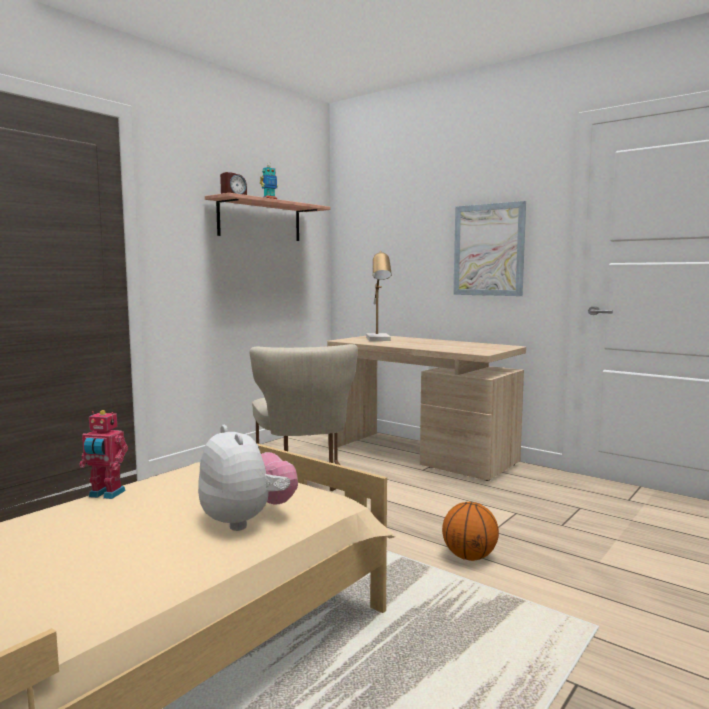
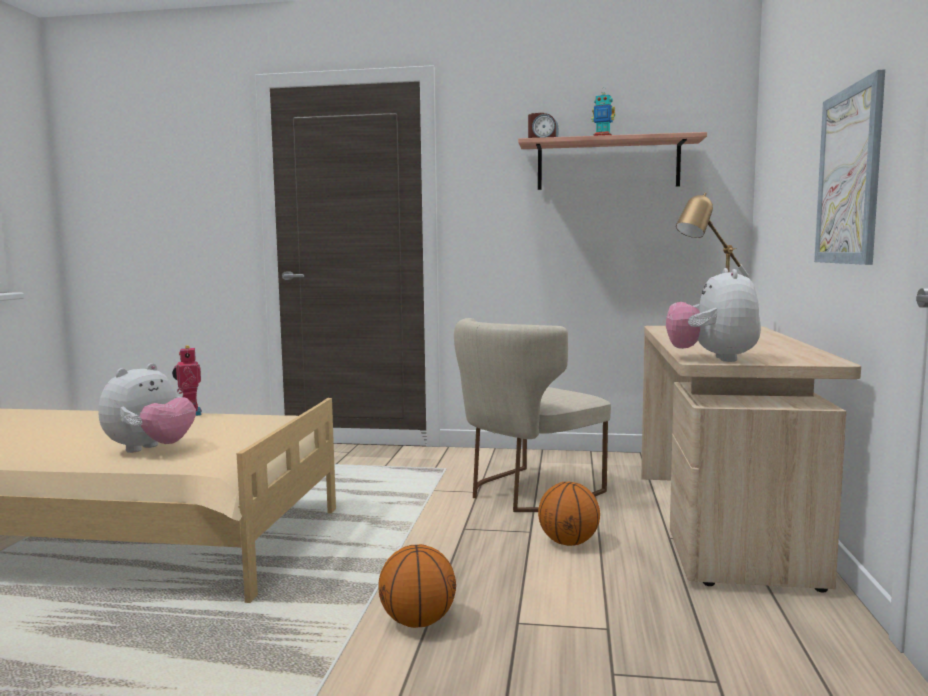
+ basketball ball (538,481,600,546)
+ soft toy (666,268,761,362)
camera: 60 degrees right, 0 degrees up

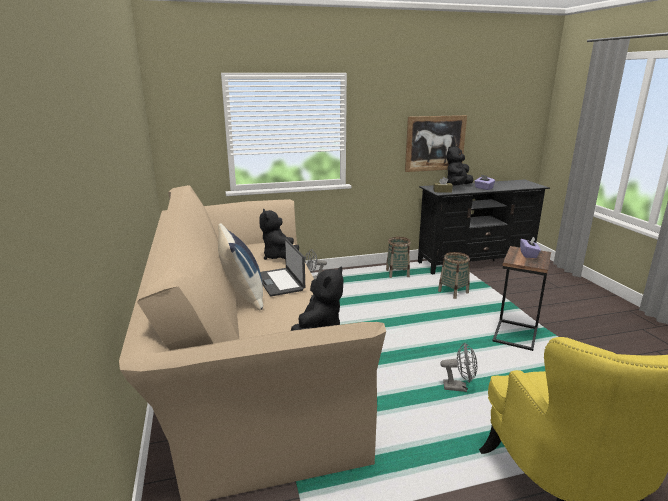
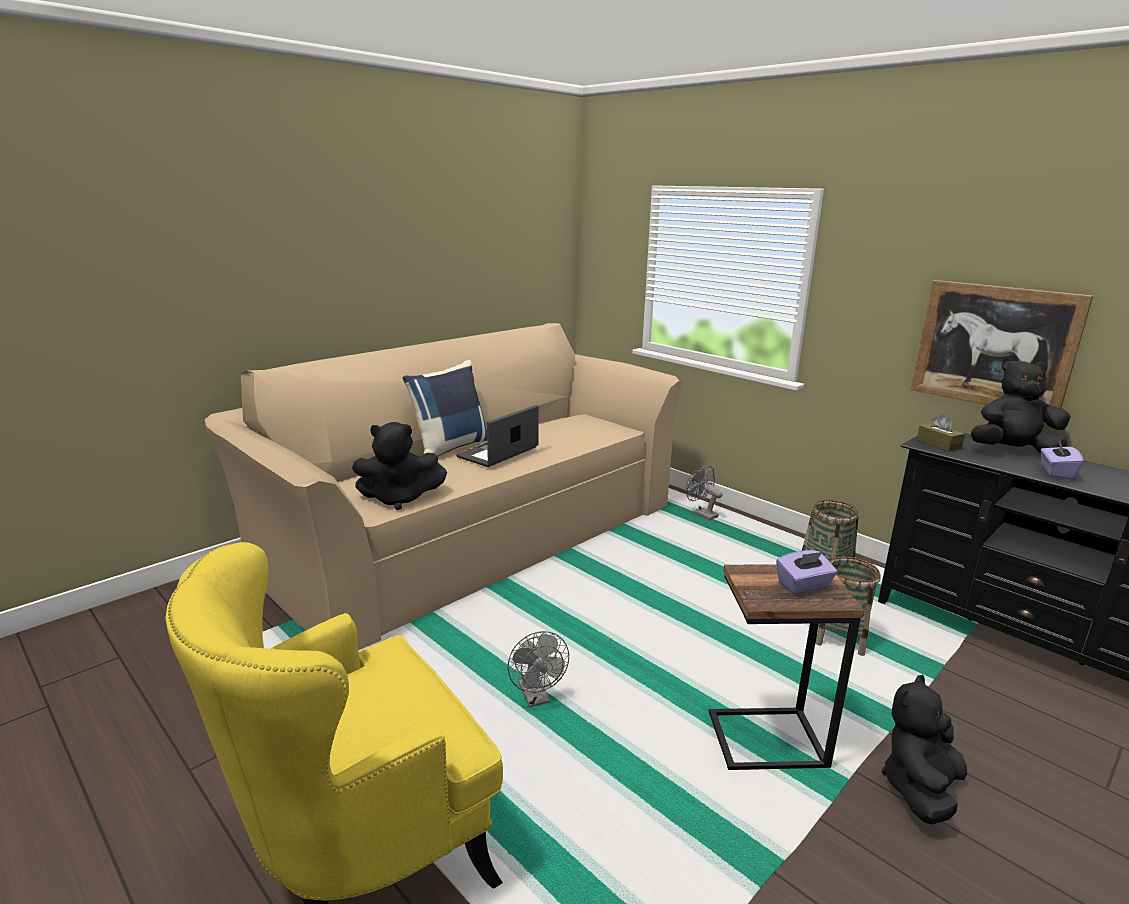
~ blackish soft toy (259,209,299,260) to (882,675,967,824)
camera: 60 degrees right, 0 degrees up

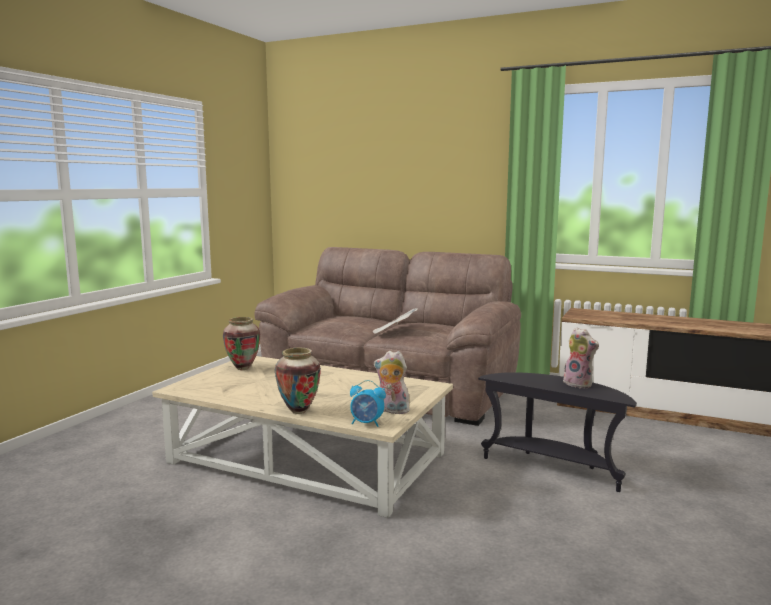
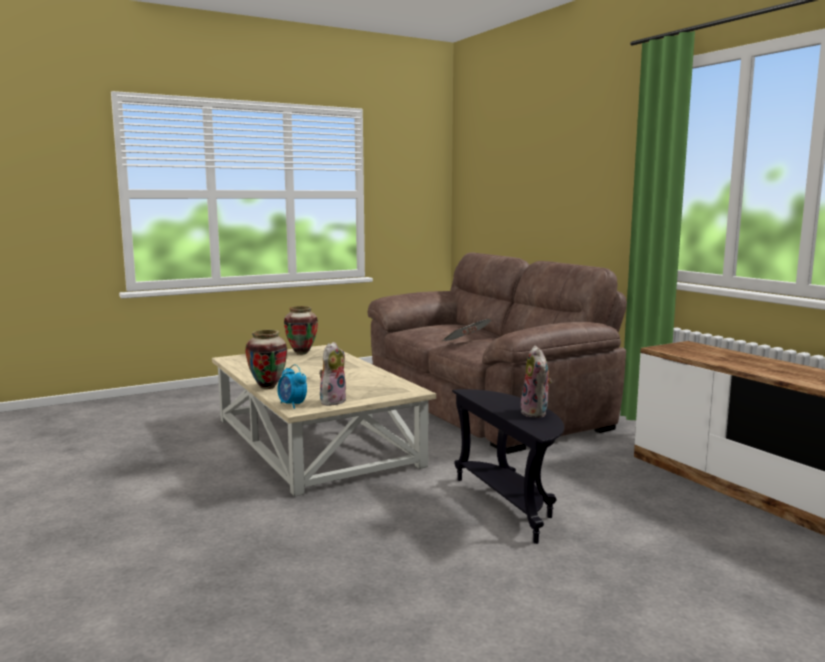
~ soft toy (374,351,410,414) = (319,342,347,406) 60 degrees clockwise
camera: 35 degrees right, 0 degrees up

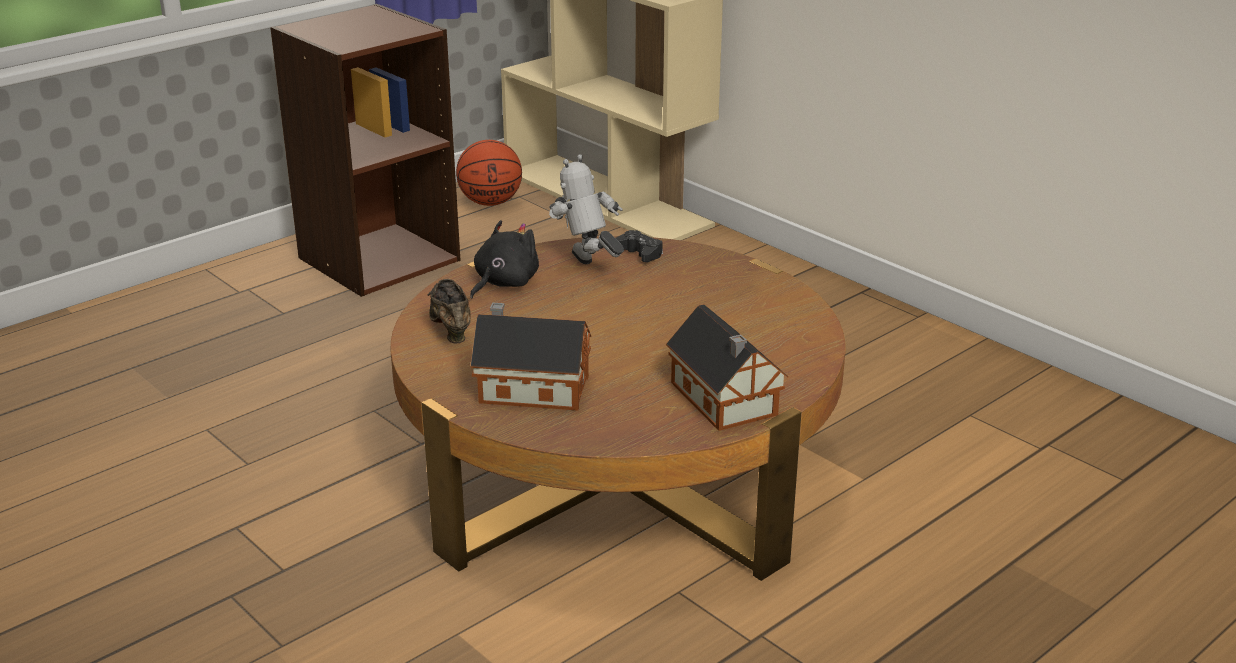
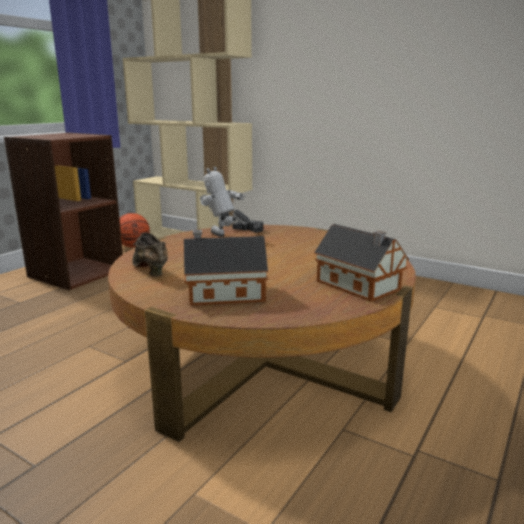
- blackish soft toy (470,220,539,299)
camera: 15 degrees left, 10 degrees down

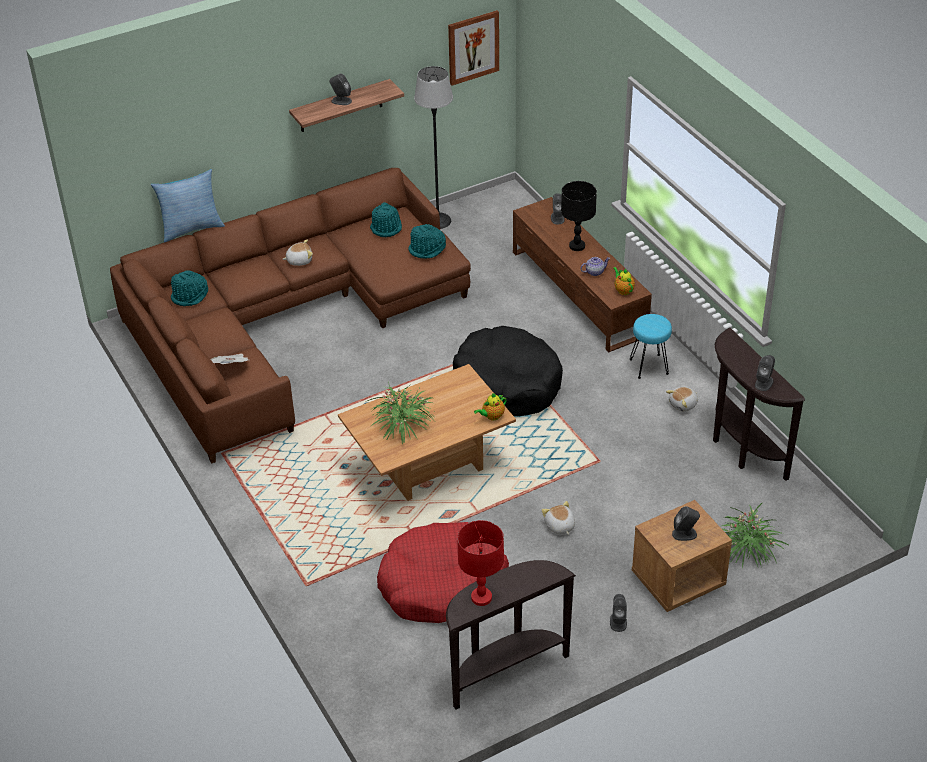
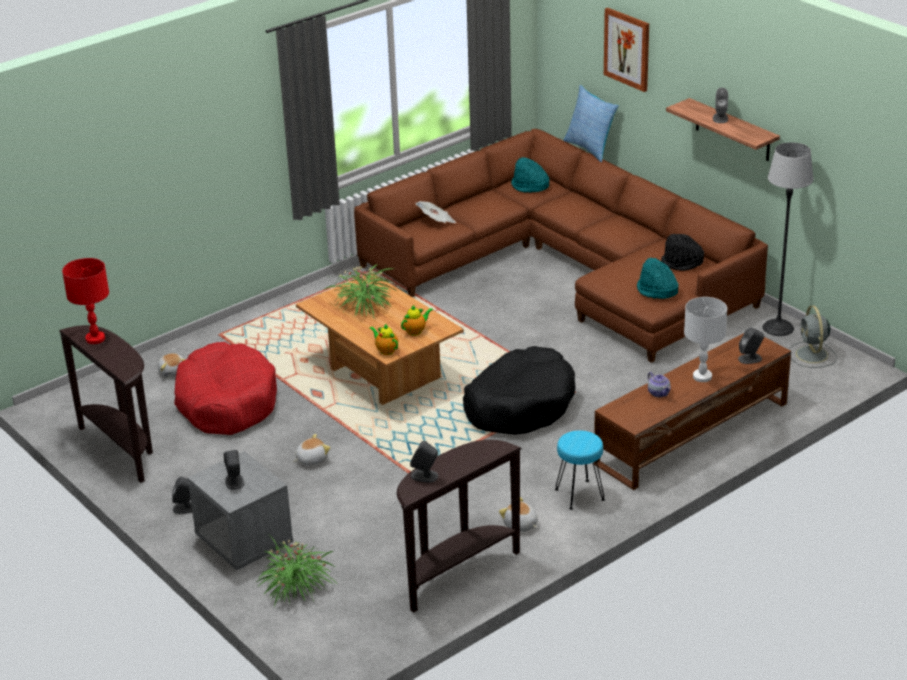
~ soft toy (283,239,313,266) to (158,353,186,377)
~ brown bedside table (632,500,732,612) to greyish bedside table (188,451,293,570)
~ teapot (613,267,635,295) to (401,305,433,336)
~ picture (448,10,499,86) to (604,8,649,92)
~ blue-green wearable hat (370,202,402,237) to blackish wearable hat (661,234,704,271)
~ blackish tabletop lamp (561,181,597,251) to whitish tabletop lamp (684,297,727,382)
+ greyish electric fan (789,306,837,368)
camera: 80 degrees right, 10 degrees down

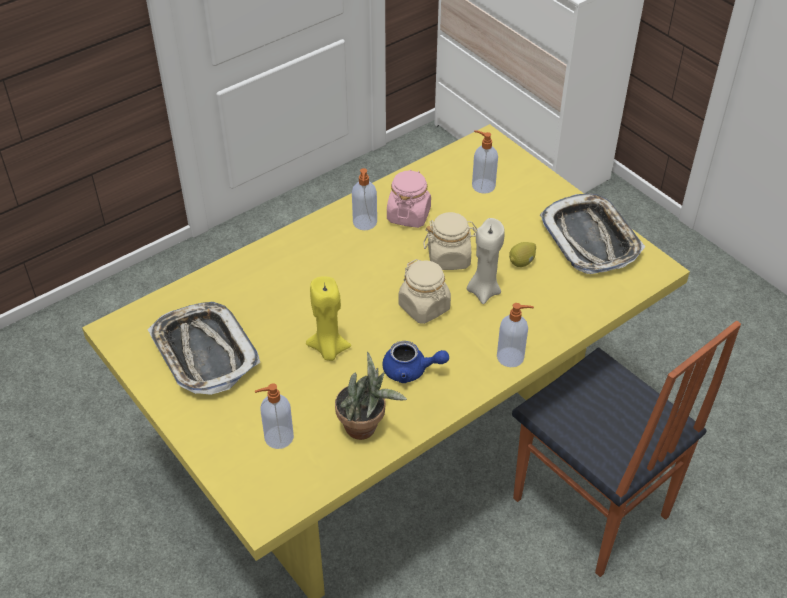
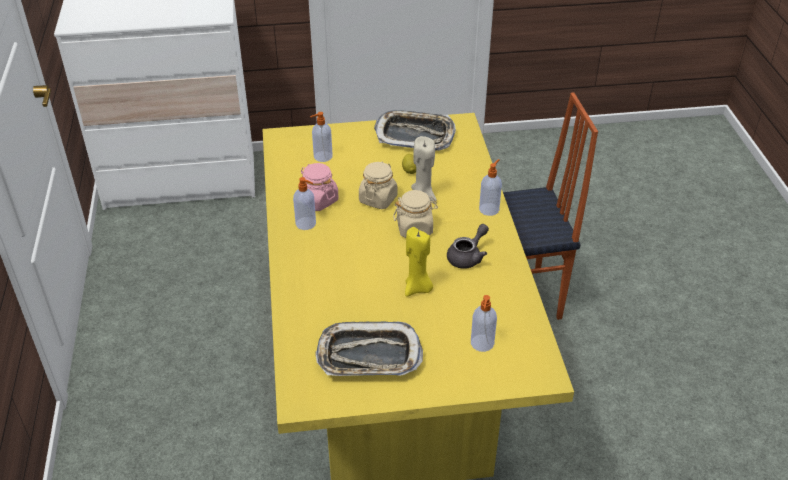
~ blue teapot (382,341,449,383) to greyish teapot (447,224,489,269)
- plant in a pot (335,351,407,440)
camera: 60 degrees left, 5 degrees down

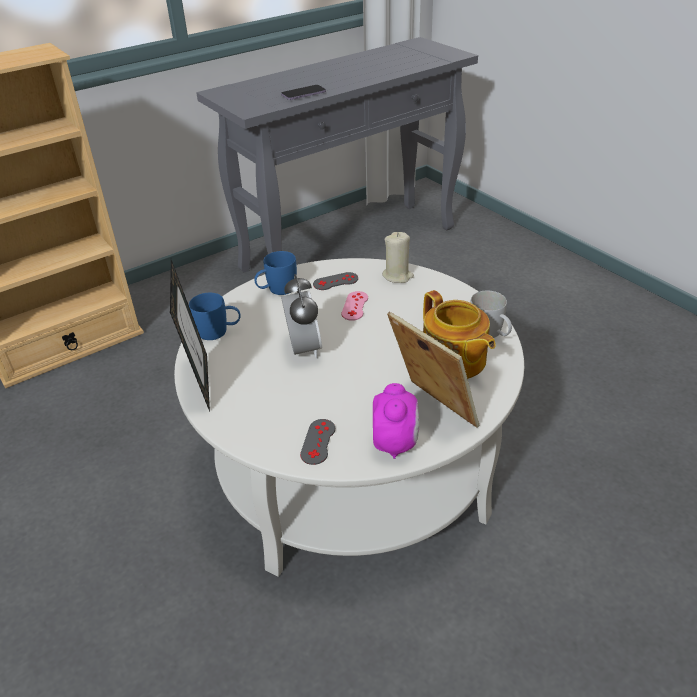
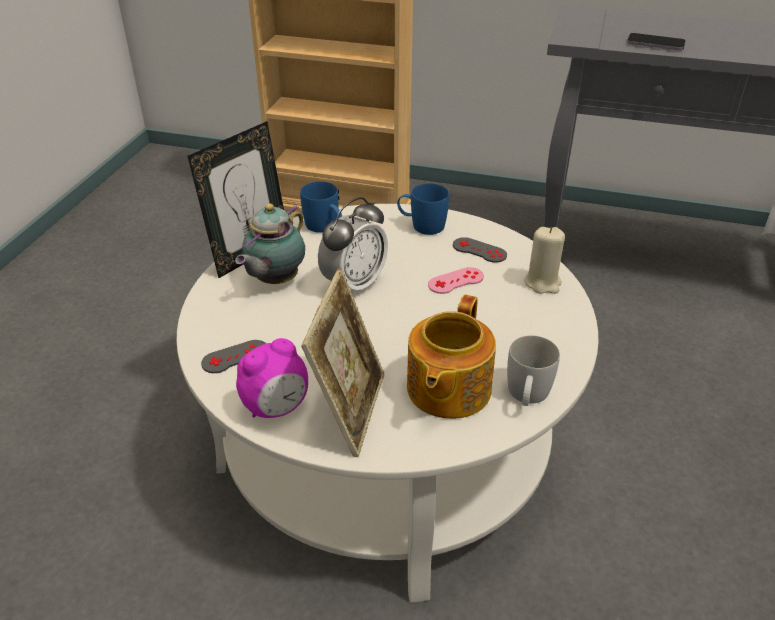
+ teapot (235,204,305,284)
camera: 50 degrees right, 0 degrees up

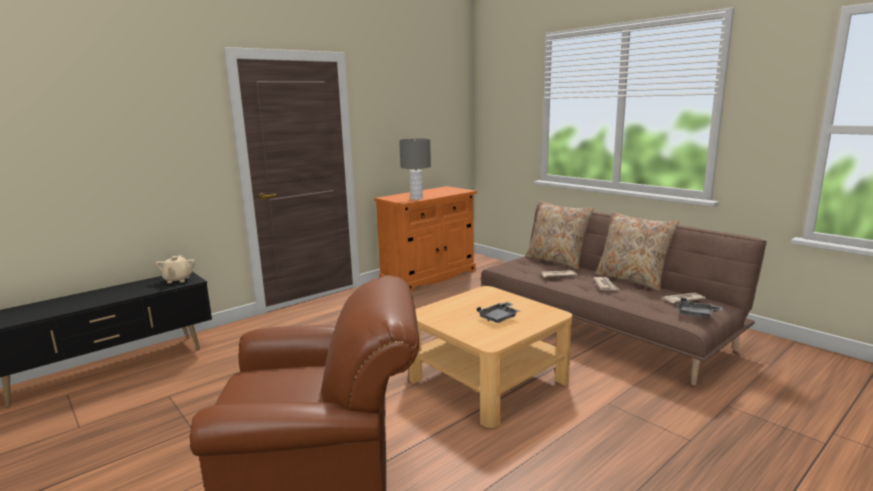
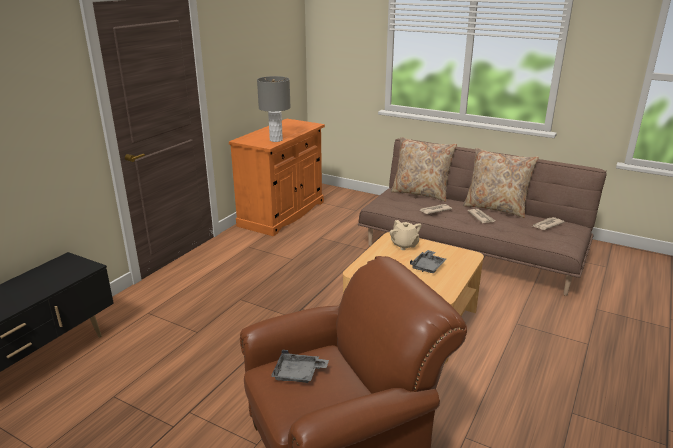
~ greyish serving tray (677,298,723,318) to (271,350,329,383)
~ sand-coloured teapot (155,255,195,283) to (390,220,421,250)
camera: 20 degrees left, 10 degrees up

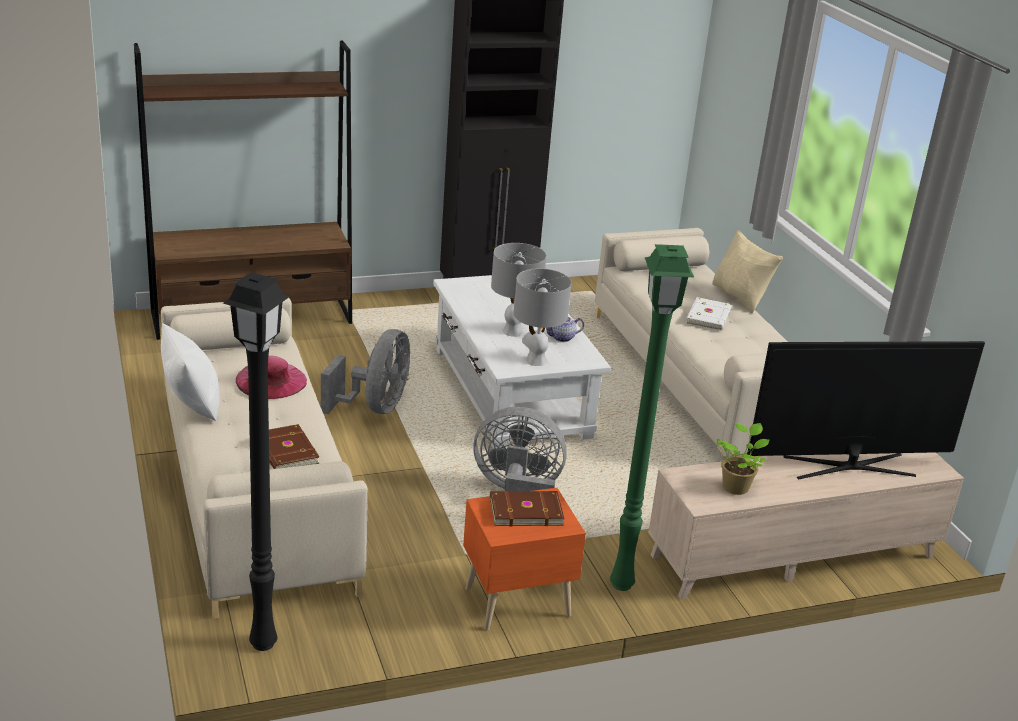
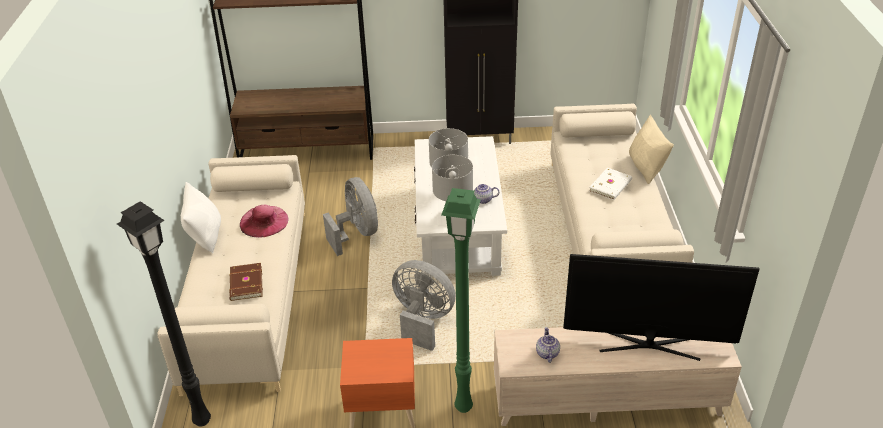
~ greyish electric fan (321,329,410,414) = (323,177,378,256) 60 degrees counterclockwise
~ plant in a pot (716,423,769,495) to teapot (536,327,560,363)
- brown bound book (490,491,564,527)
camera: 20 degrees right, 10 degrees up

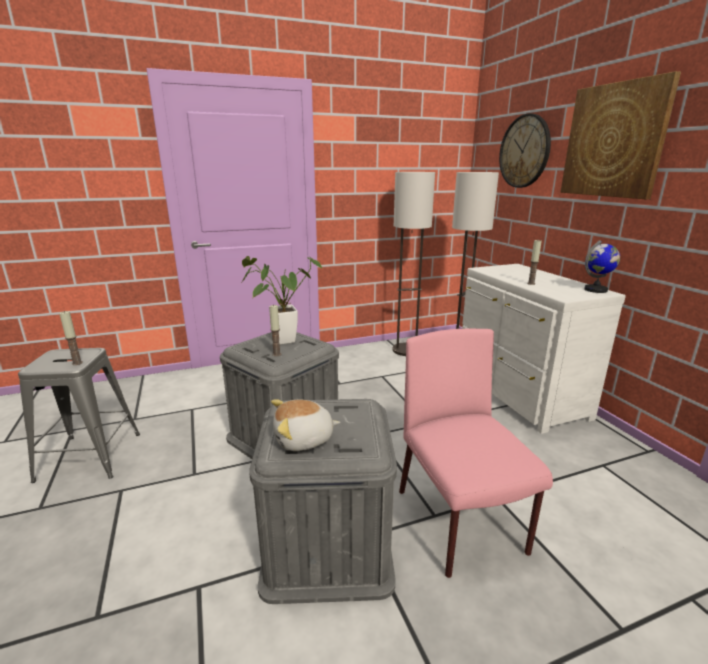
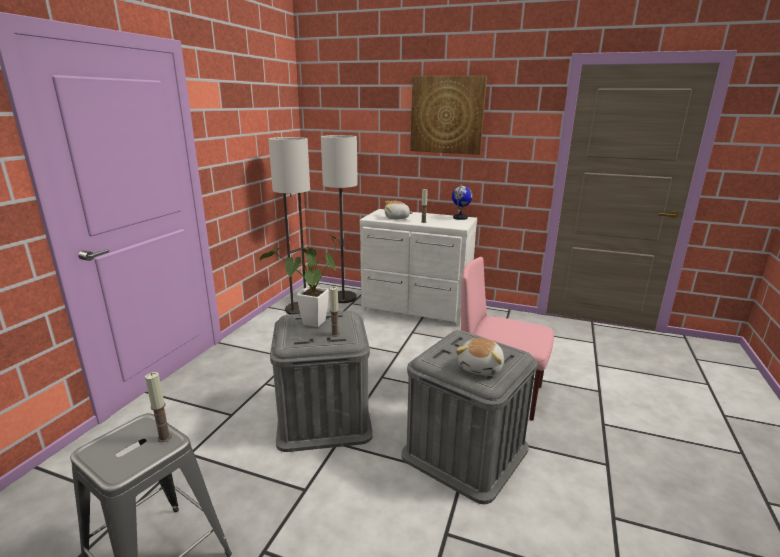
+ soft toy (385,201,413,219)
- hanging clock (499,114,551,188)
camera: 50 degrees left, 0 degrees up

